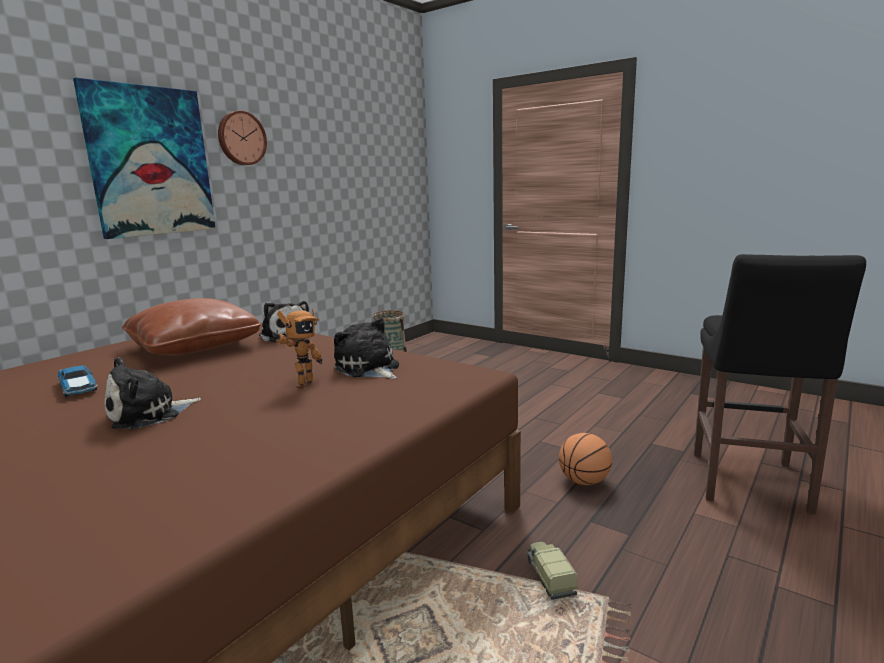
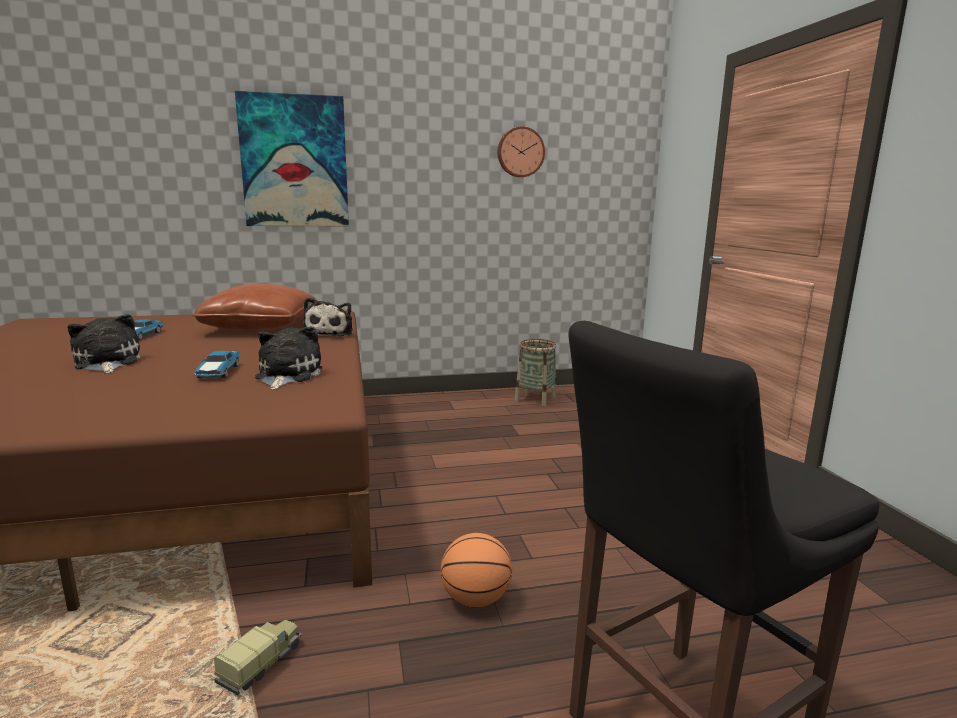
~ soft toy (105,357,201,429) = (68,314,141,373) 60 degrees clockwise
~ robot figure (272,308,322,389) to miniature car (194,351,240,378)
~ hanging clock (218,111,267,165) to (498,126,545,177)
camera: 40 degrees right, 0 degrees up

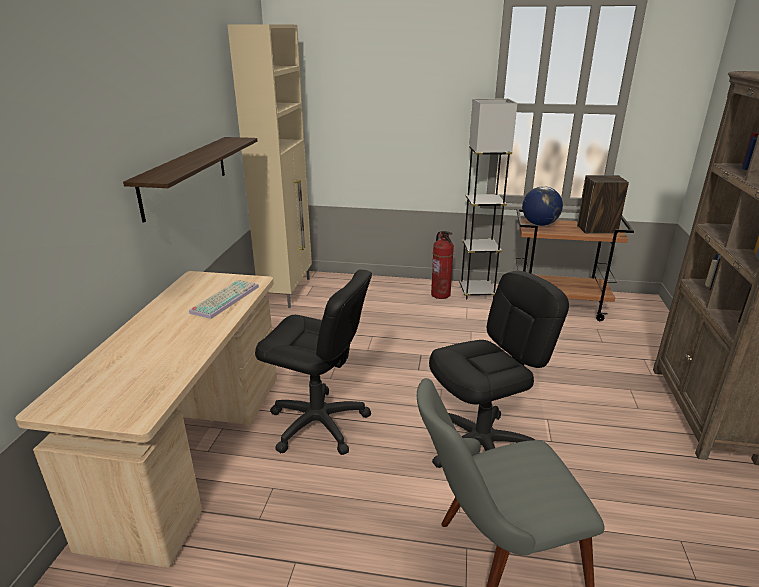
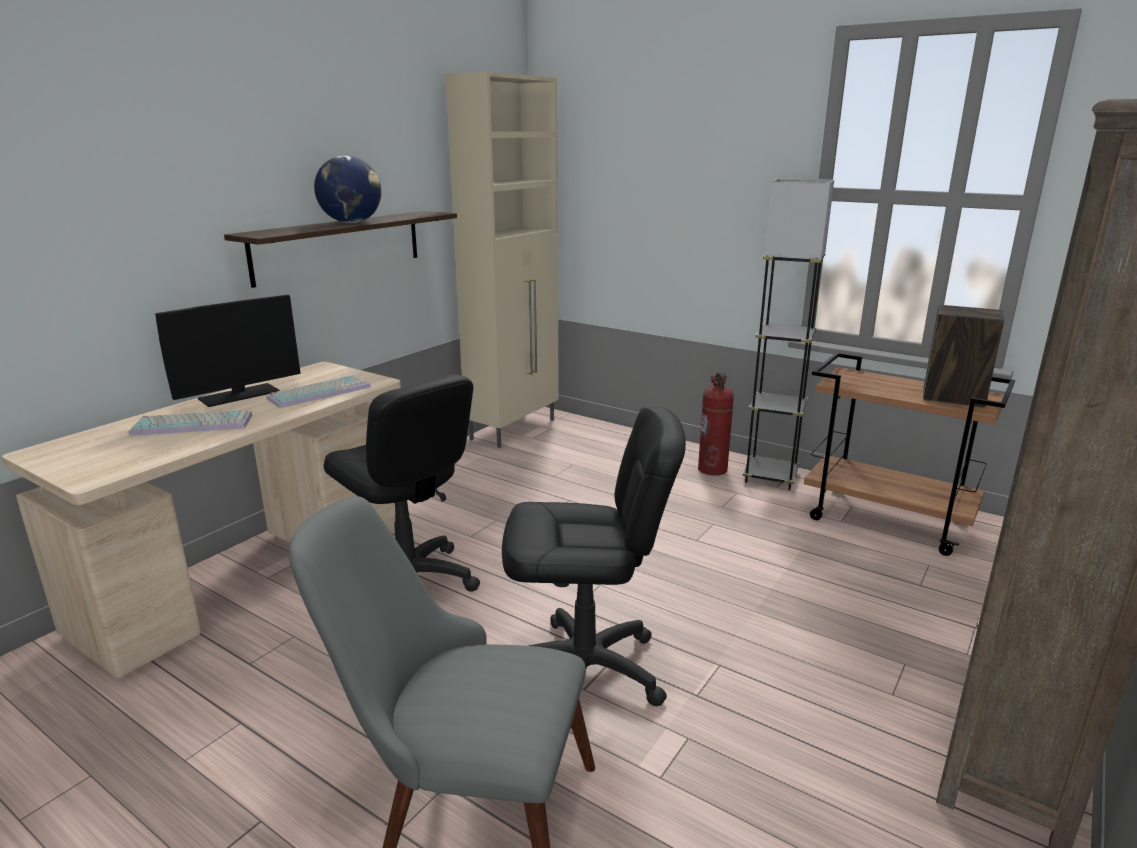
+ computer keyboard (129,410,252,436)
+ computer screen (155,295,301,407)
~ globe (522,186,563,226) to (314,156,381,223)
camera: 25 degrees right, 5 degrees down

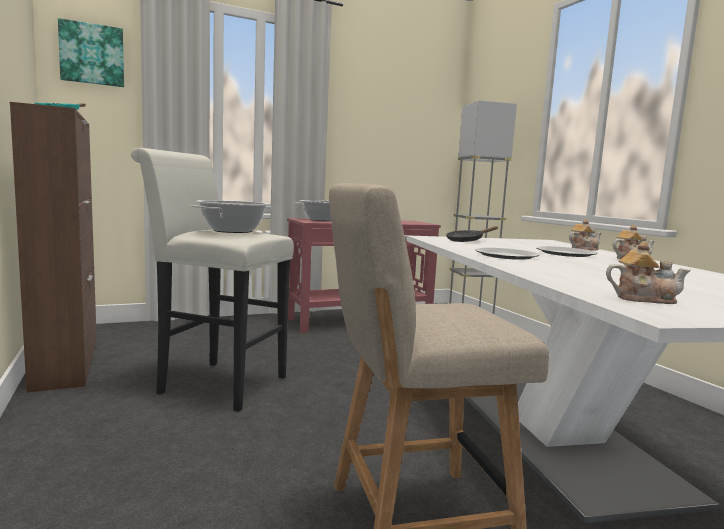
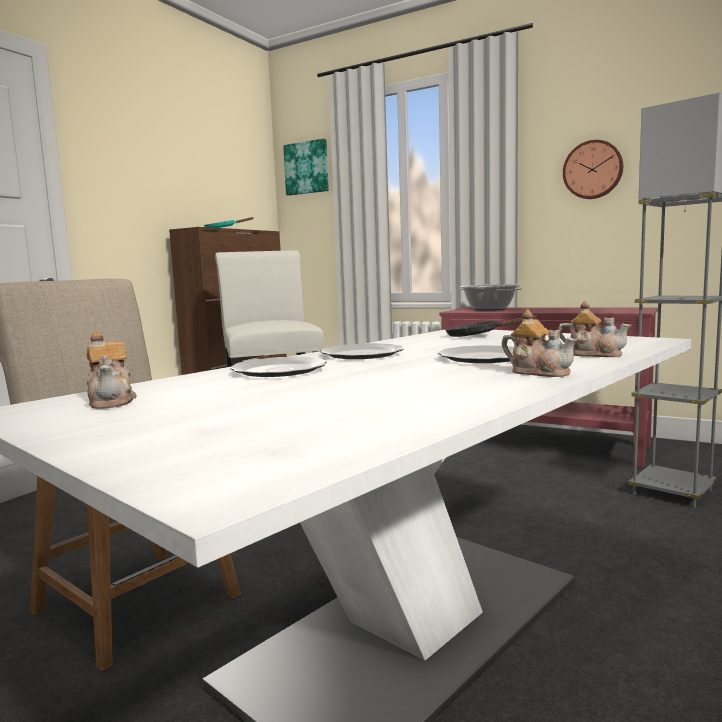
+ flat dish (230,357,327,377)
+ hanging clock (563,140,623,199)
- saucepot (191,200,272,233)
camera: 55 degrees right, 0 degrees up

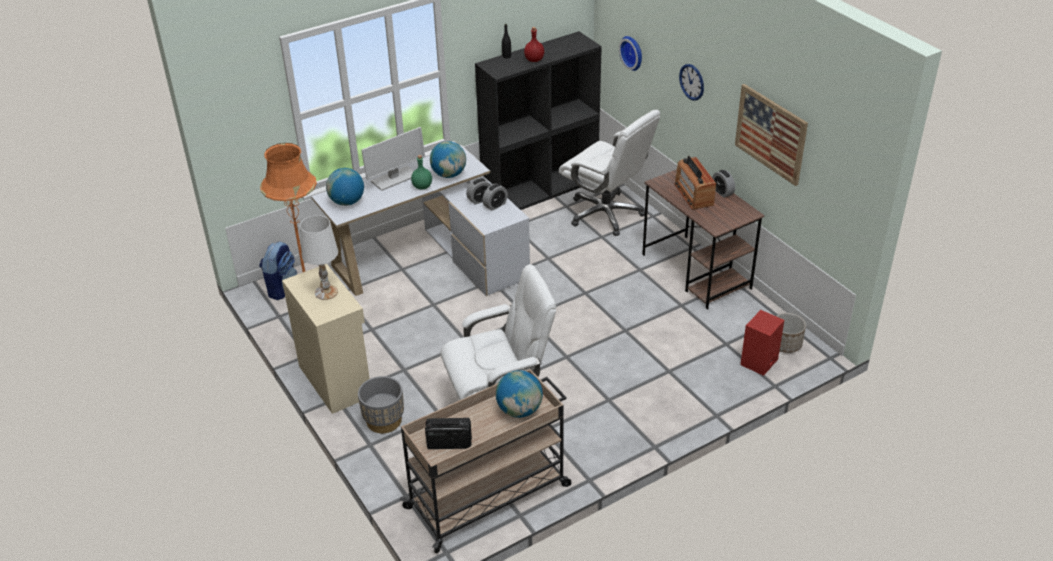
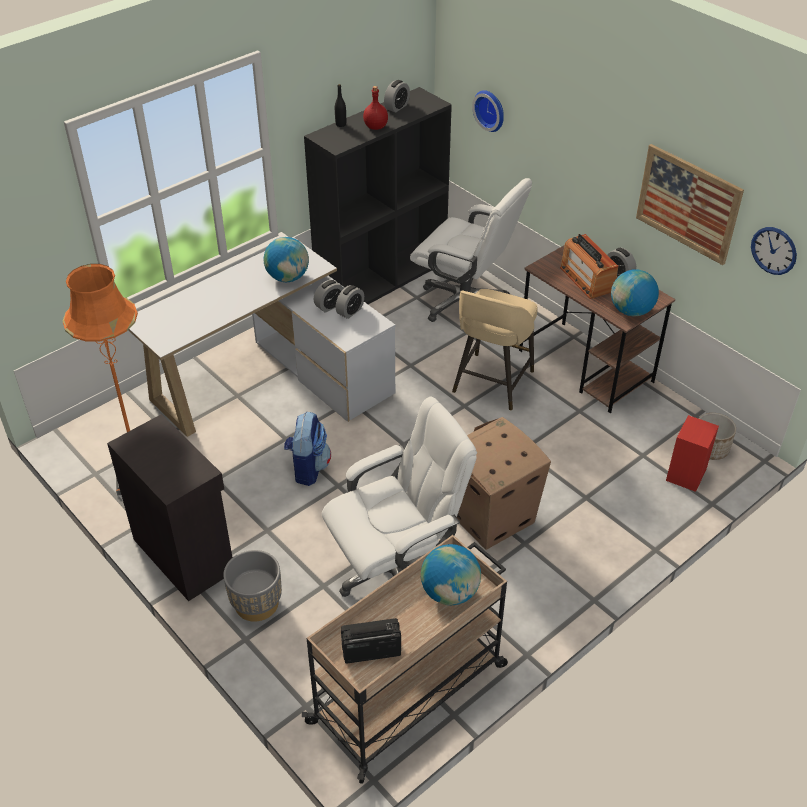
~ sand-coloured cabinet (282,264,370,414) to blackish cabinet (107,414,233,601)
~ knapsack (259,241,297,300) to (284,411,331,486)
+ table clock (384,80,410,113)
+ sand-coloured stool seat (452,289,538,410)
+ cardboard box (457,417,551,550)
~ globe (326,168,364,206) to (611,269,659,317)
~ hanging clock (679,64,704,101) to (751,227,797,275)
- whitish tabletop lamp (300,215,338,300)
- computer screen (361,127,425,191)
- green drink bottle (411,155,432,189)
camera: 10 degrees left, 5 degrees up

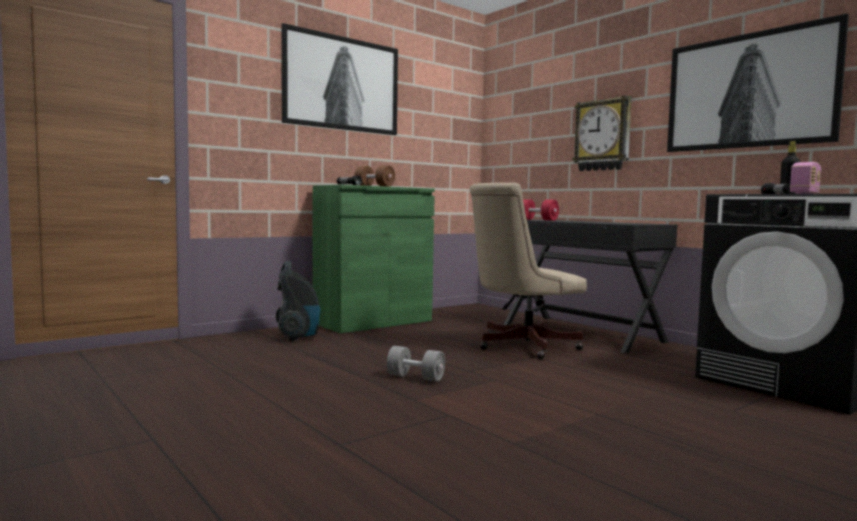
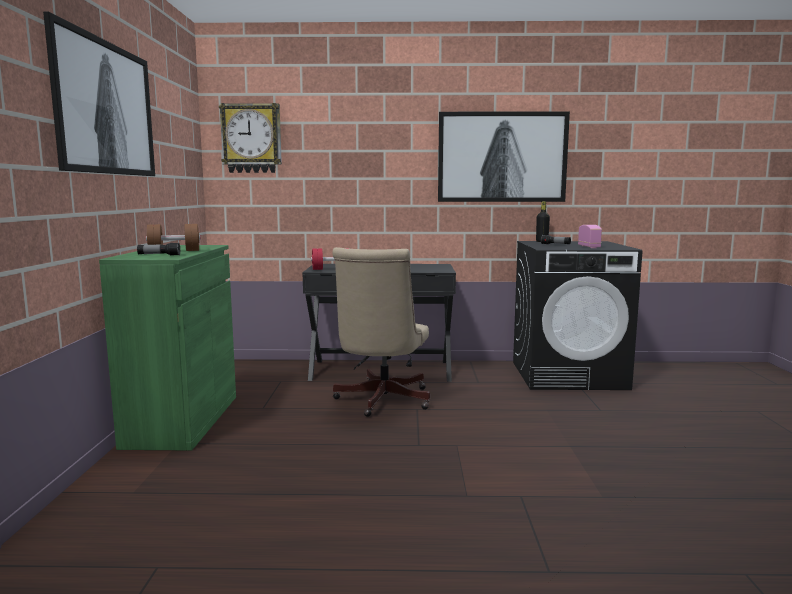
~ hanging clock (572,96,632,171) to (219,103,282,173)
- vacuum (276,261,321,341)
- greyish free weight (387,346,445,382)
camera: 50 degrees left, 5 degrees up

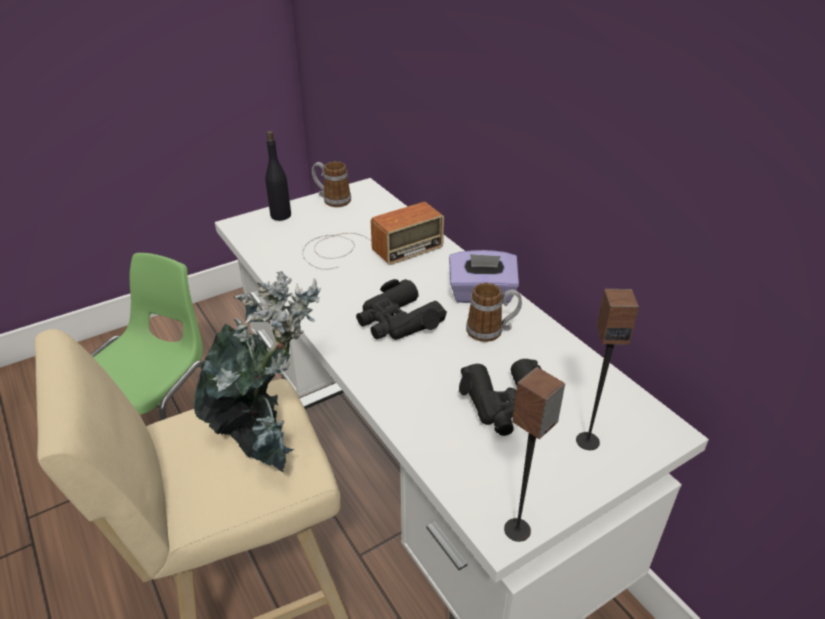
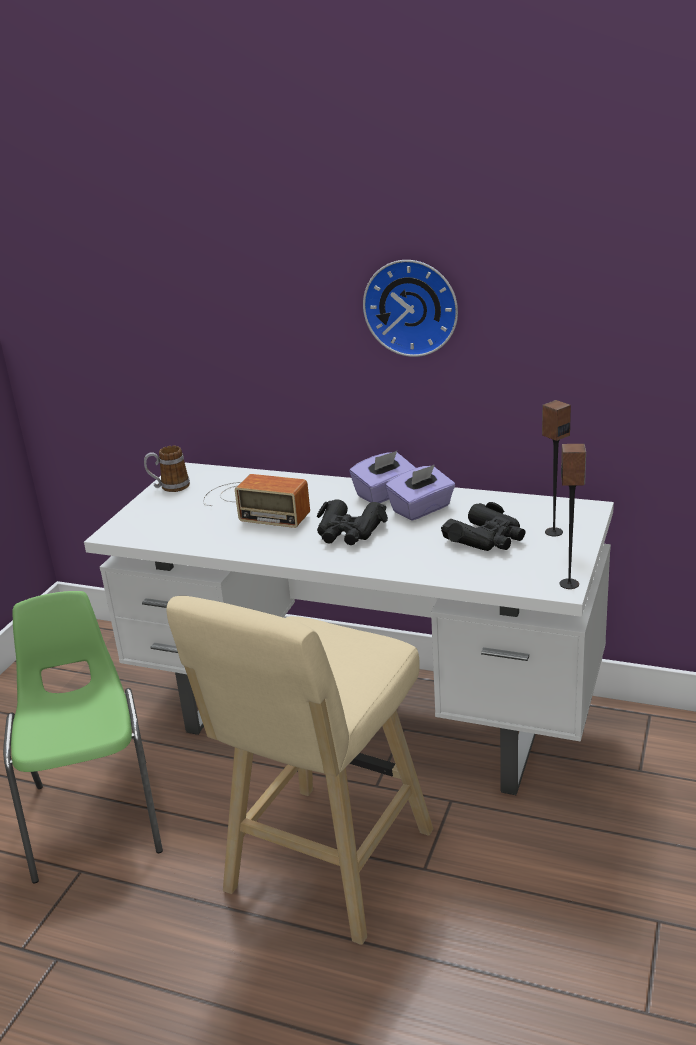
~ radio (302,202,444,270) = (203,474,310,528) 90 degrees clockwise
+ hanging clock (363,260,458,357)
~ tea mug (466,283,522,342) to purplish tissue holder (385,465,455,521)
- plant in a pot (194,271,321,472)
- blackish drink bottle (265,131,291,221)
camera: 35 degrees left, 10 degrees down

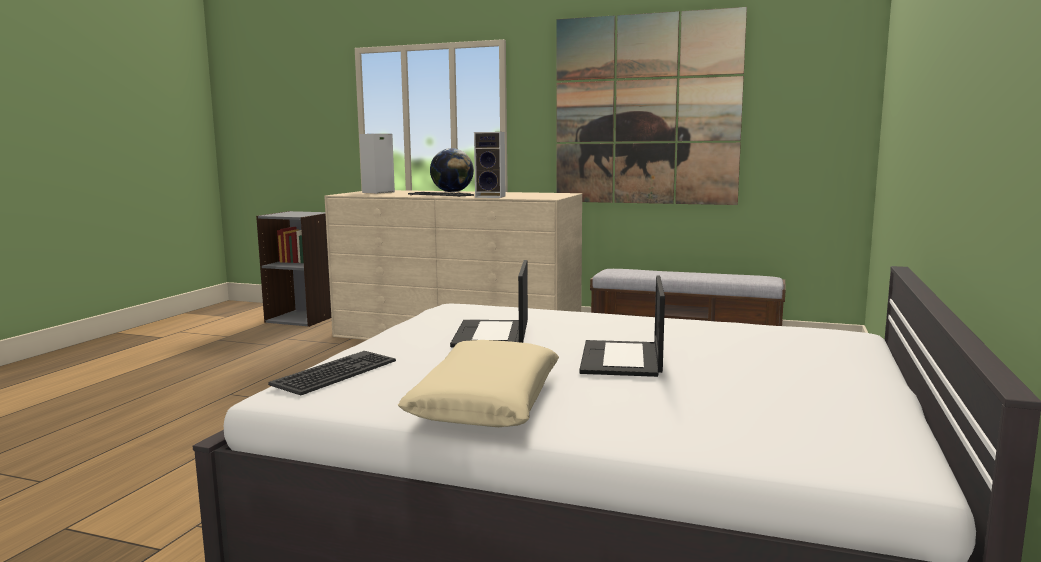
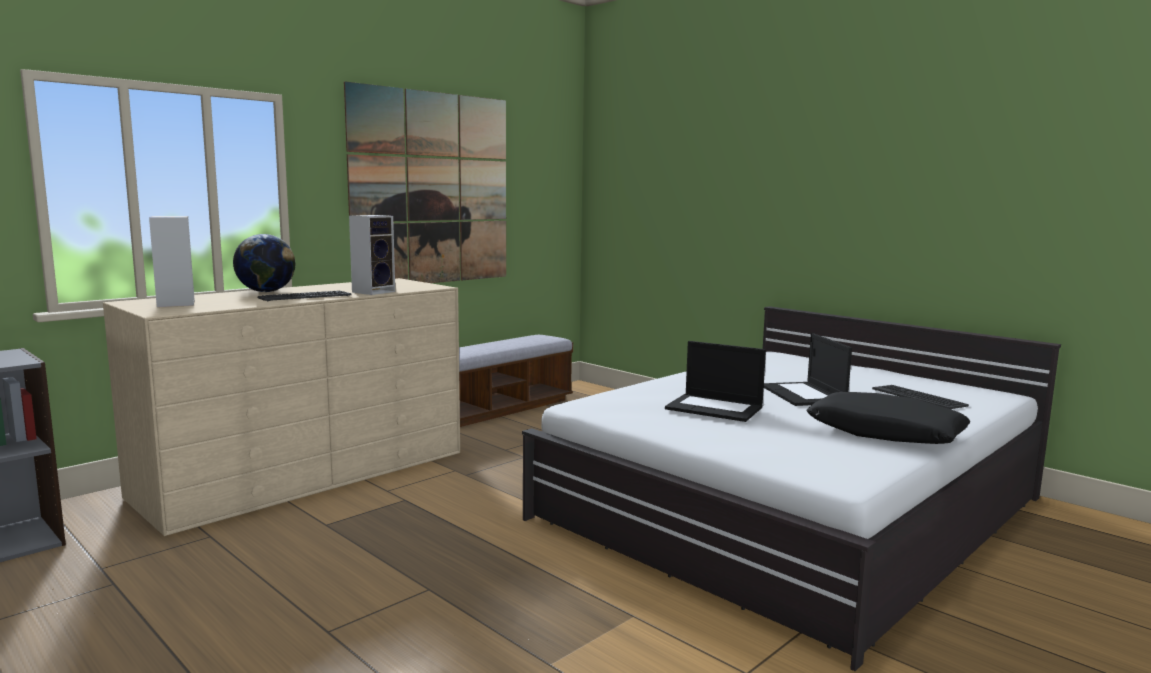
~ notebook computer (579,275,665,377) = (764,333,852,406) 45 degrees clockwise
~ sand-coloured cushion (398,340,559,427) to blackish cushion (807,392,971,444)
~ computer keyboard (268,351,396,395) to (872,385,969,409)
camera: 65 degrees left, 0 degrees up

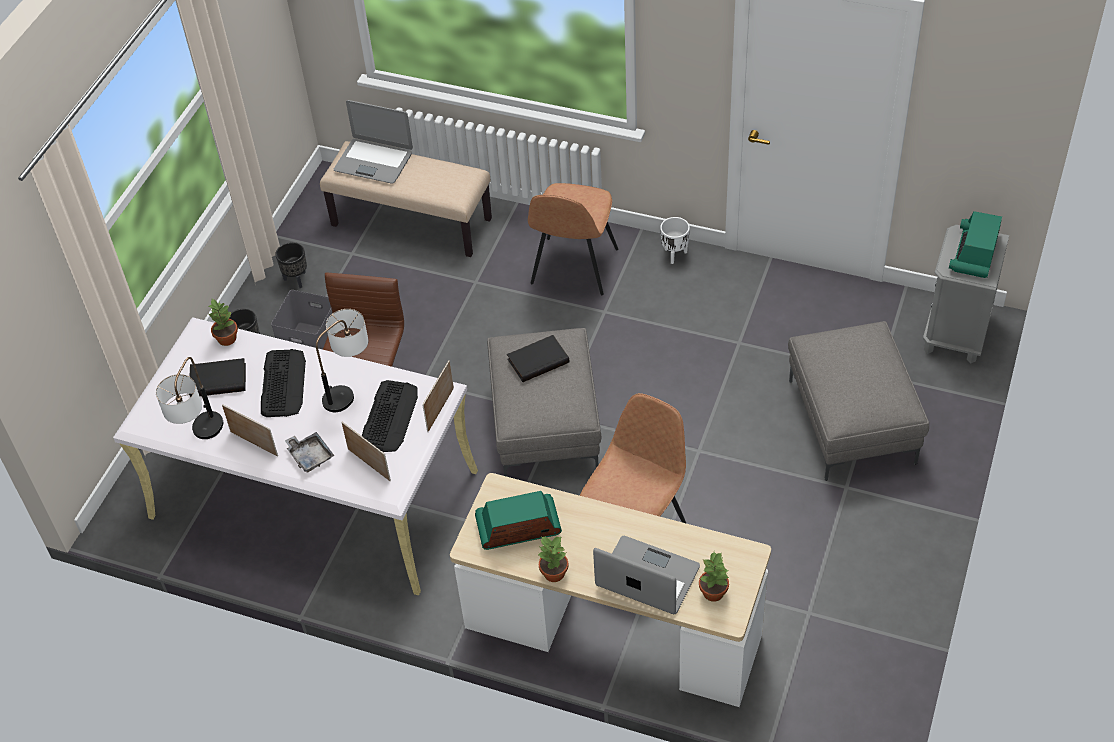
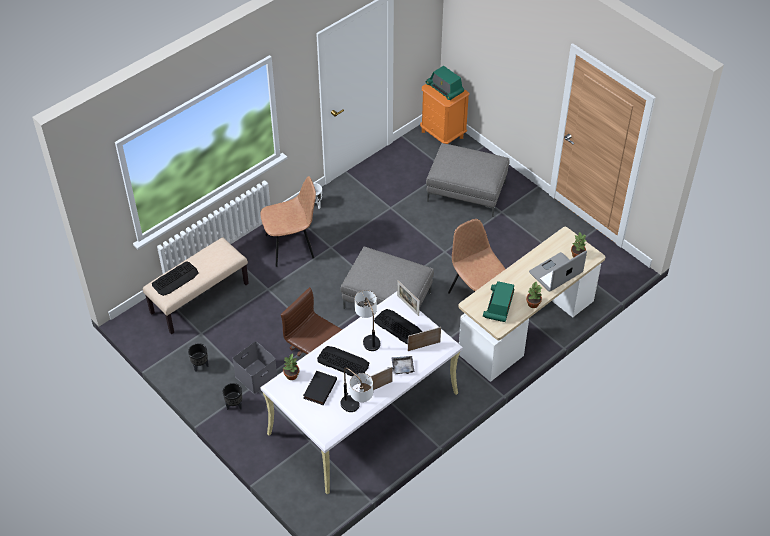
~ notebook computer (334,100,413,184) to computer keyboard (152,261,199,296)
~ brown chair (528,183,618,295) = (260,176,316,267) 60 degrees counterclockwise
~ greyish bedside table (923,225,1009,364) to orange-coloured bedside table (420,84,470,144)
- blackish bound book (507,335,570,382)
camera: 65 degrees left, 0 degrees up

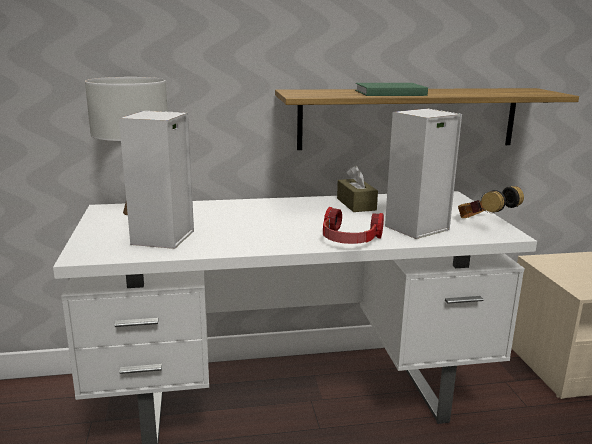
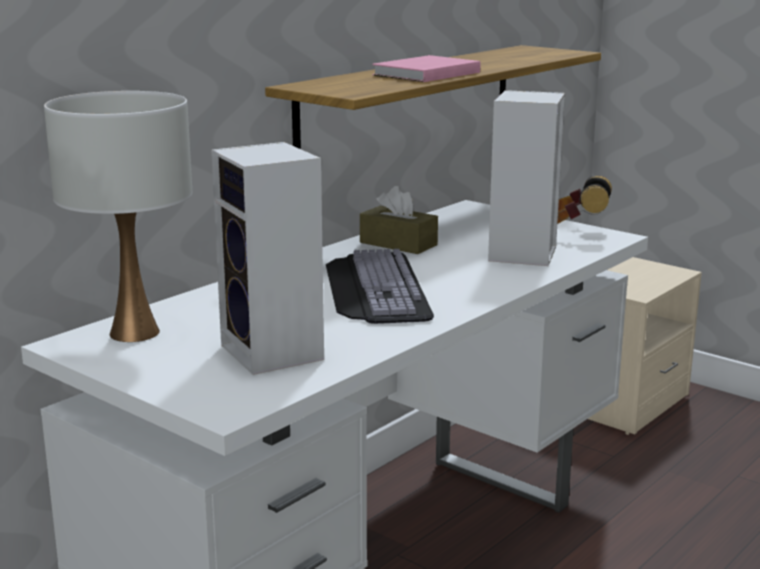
+ computer keyboard (326,249,434,324)
~ green bound book (355,83,428,96) to pinkish bound book (372,55,481,82)
- pair of headphones (323,207,384,244)
camera: 40 degrees left, 0 degrees up

